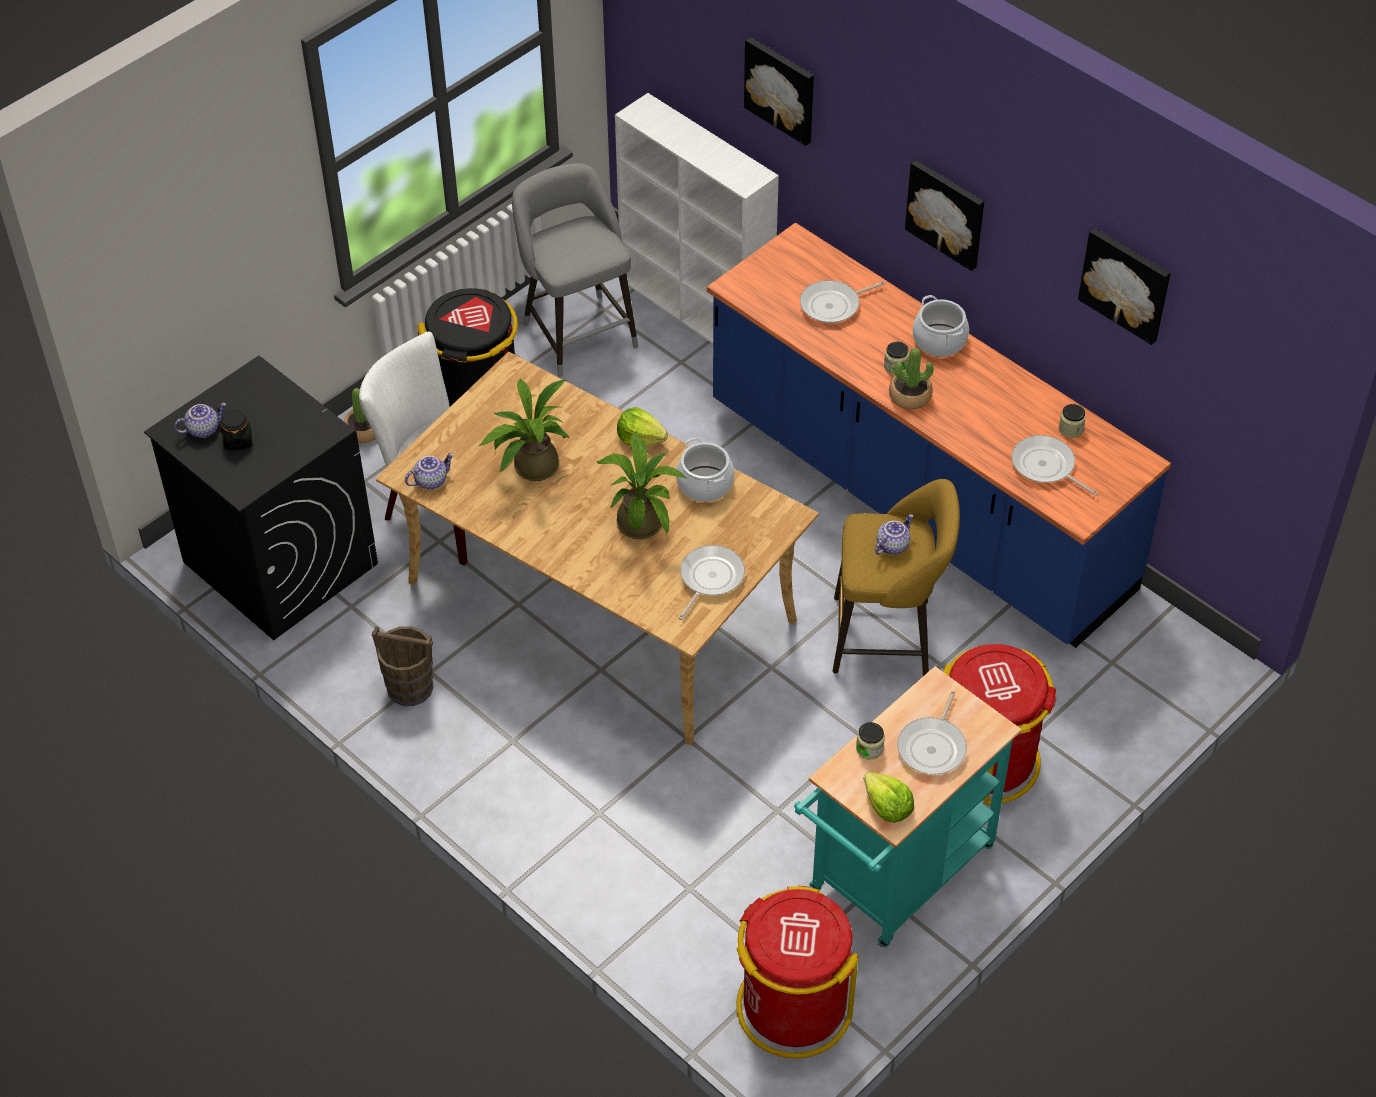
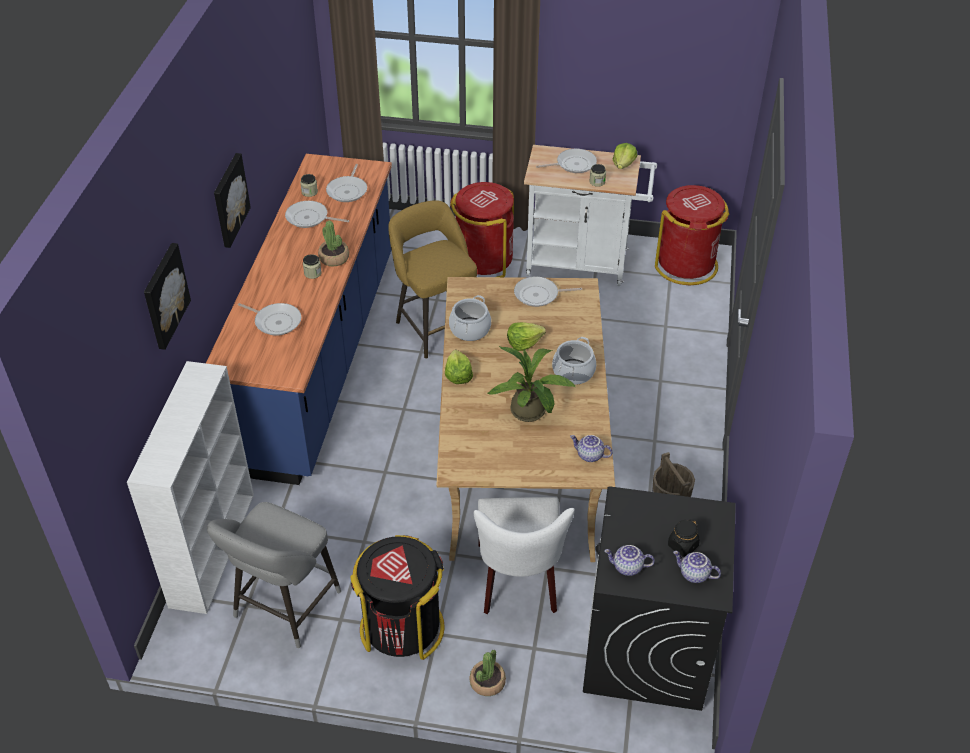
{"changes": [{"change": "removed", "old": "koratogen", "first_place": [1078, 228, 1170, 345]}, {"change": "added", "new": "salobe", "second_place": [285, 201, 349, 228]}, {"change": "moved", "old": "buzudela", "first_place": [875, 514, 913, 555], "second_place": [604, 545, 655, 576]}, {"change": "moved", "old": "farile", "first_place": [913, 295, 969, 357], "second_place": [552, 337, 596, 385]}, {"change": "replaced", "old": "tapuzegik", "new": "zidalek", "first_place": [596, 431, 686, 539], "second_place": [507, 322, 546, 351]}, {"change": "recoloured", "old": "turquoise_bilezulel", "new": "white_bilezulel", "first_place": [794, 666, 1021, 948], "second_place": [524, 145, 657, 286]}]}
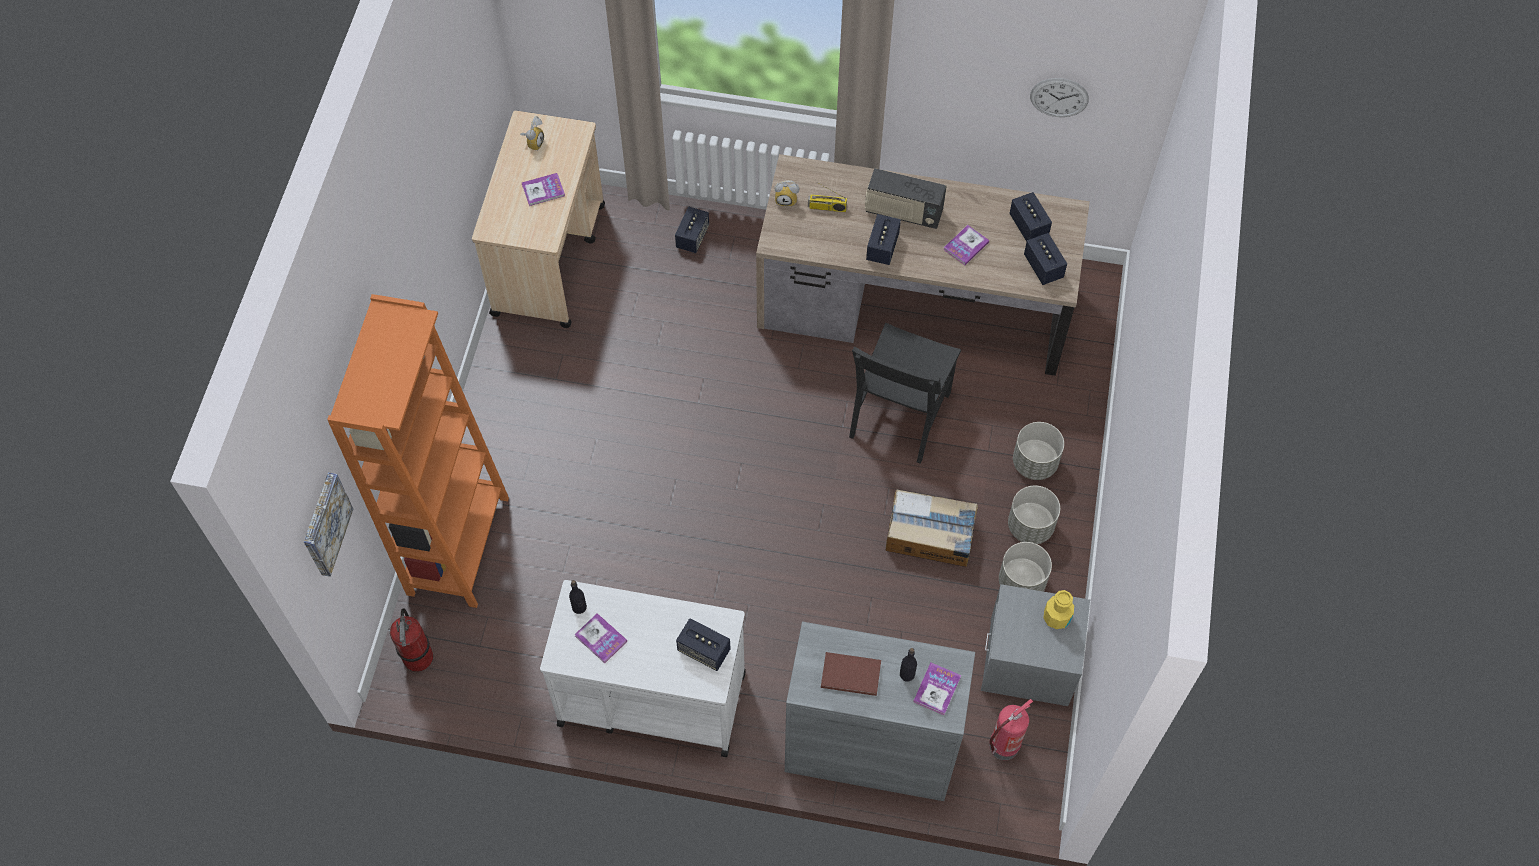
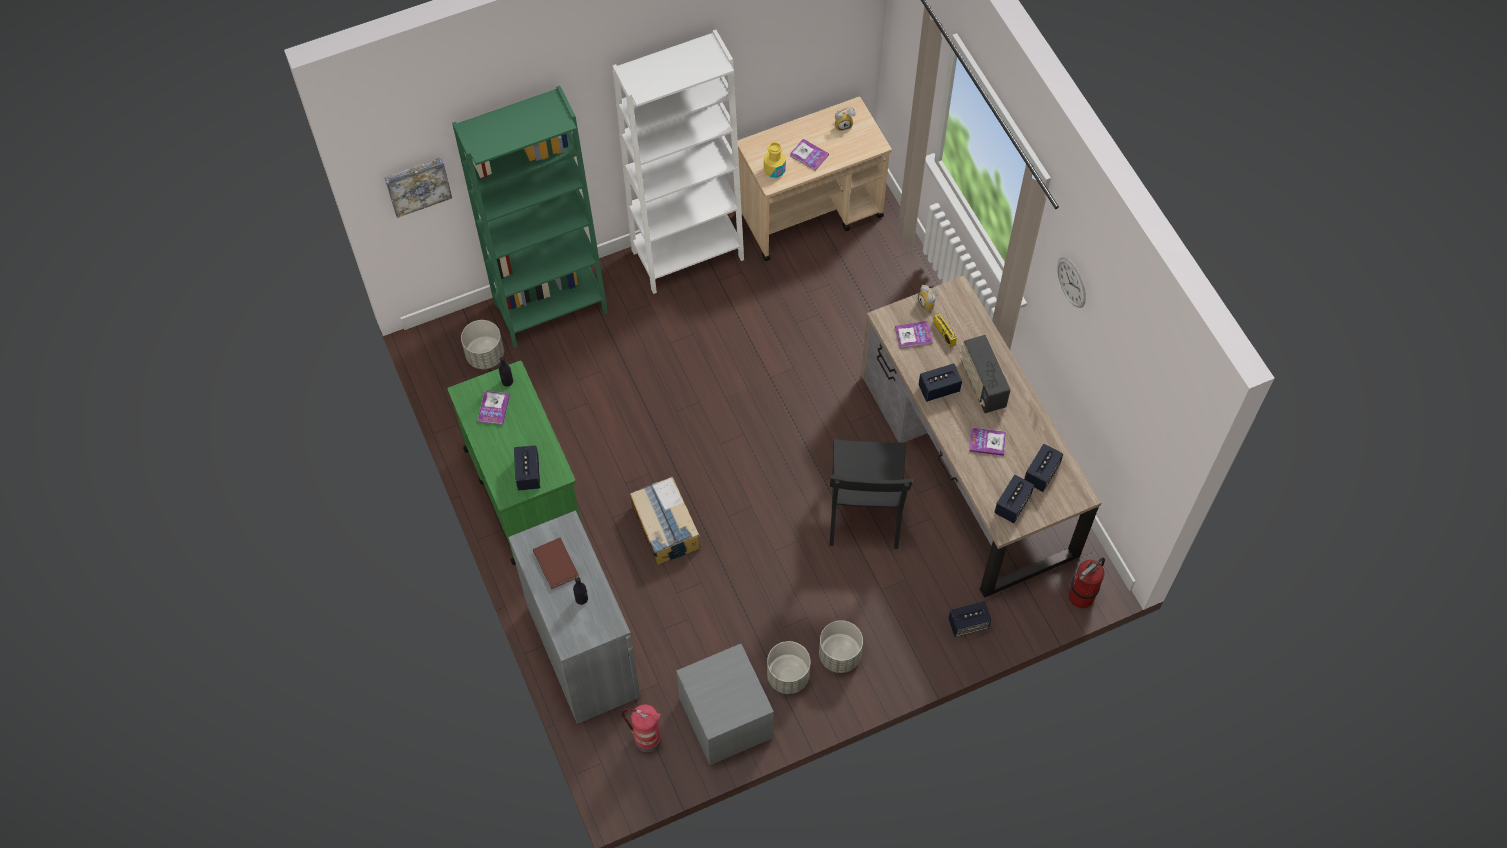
{"changes": [{"change": "added", "new": "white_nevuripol", "second_place": [612, 30, 744, 294]}, {"change": "moved", "old": "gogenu", "first_place": [390, 608, 433, 672], "second_place": [1069, 558, 1105, 608]}, {"change": "moved", "old": "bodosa", "first_place": [675, 207, 709, 253], "second_place": [948, 601, 991, 637]}, {"change": "moved", "old": "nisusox", "first_place": [885, 490, 978, 567], "second_place": [630, 477, 701, 565]}, {"change": "moved", "old": "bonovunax", "first_place": [913, 663, 961, 715], "second_place": [895, 321, 933, 349]}, {"change": "moved", "old": "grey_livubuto", "first_place": [1013, 422, 1064, 480], "second_place": [461, 320, 504, 369]}, {"change": "moved", "old": "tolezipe", "first_place": [1030, 78, 1089, 117], "second_place": [1057, 257, 1086, 308]}, {"change": "moved", "old": "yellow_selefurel", "first_place": [1043, 590, 1074, 629], "second_place": [764, 142, 786, 178]}, {"change": "recoloured", "old": "orange_nevuripol", "new": "green_nevuripol", "first_place": [327, 294, 509, 608], "second_place": [452, 86, 608, 348]}, {"change": "recoloured", "old": "white_bilezulel", "new": "green_bilezulel", "first_place": [540, 580, 746, 757], "second_place": [448, 360, 581, 565]}, {"change": "turned", "old": "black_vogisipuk", "first_place": [849, 322, 961, 464], "second_place": [830, 439, 913, 549], "degrees": -75}]}
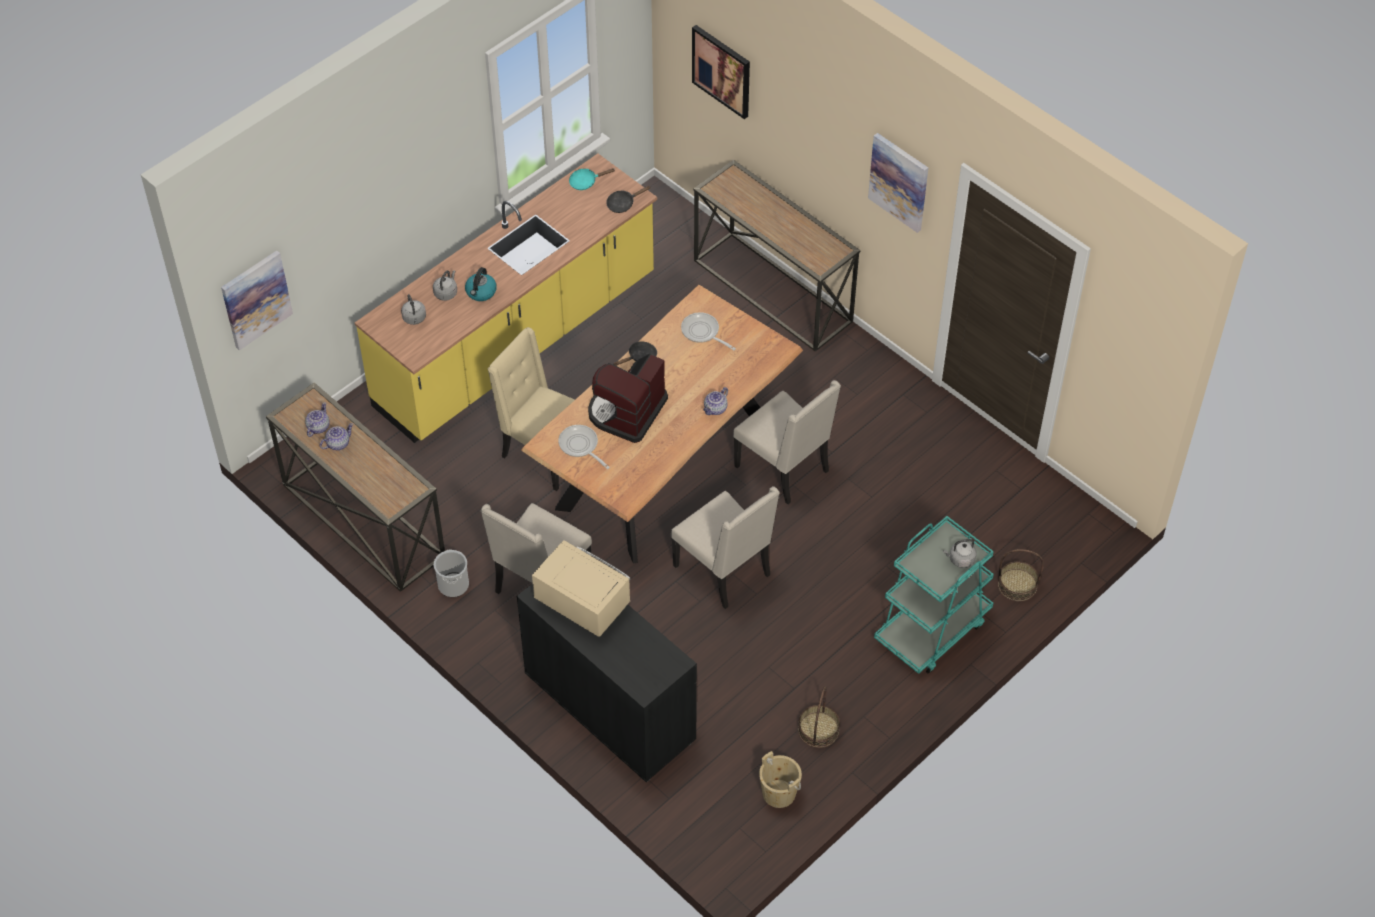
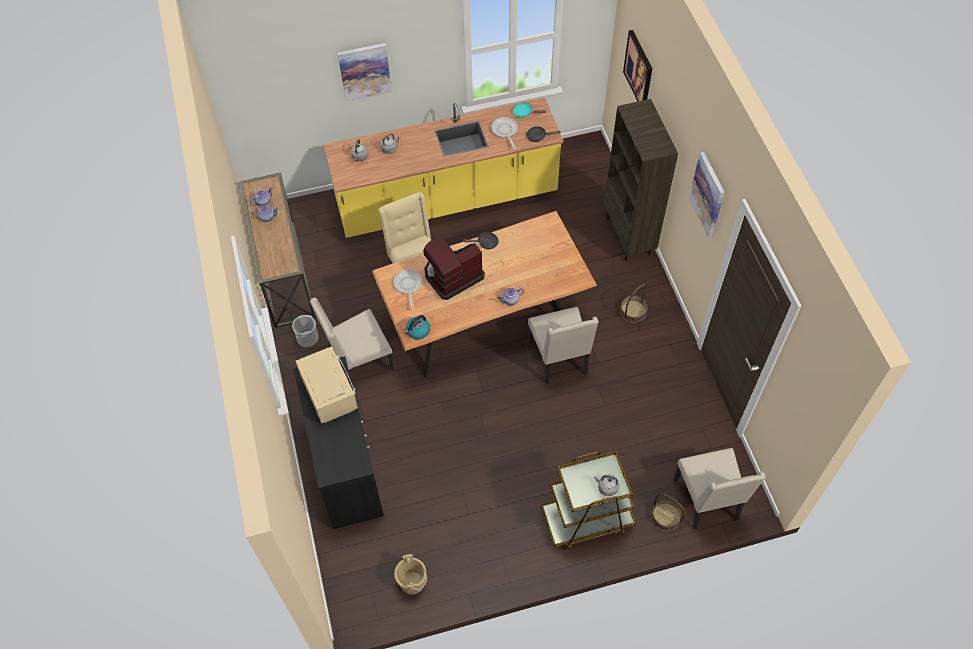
{"changes": [{"change": "moved", "old": "koratogen", "first_place": [221, 250, 293, 350], "second_place": [338, 43, 392, 102]}, {"change": "moved", "old": "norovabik", "first_place": [465, 267, 497, 301], "second_place": [405, 315, 430, 339]}, {"change": "moved", "old": "beige_vogisipuk", "first_place": [671, 486, 779, 609], "second_place": [673, 448, 766, 530]}, {"change": "moved", "old": "salobe", "first_place": [681, 312, 736, 351], "second_place": [491, 117, 518, 149]}, {"change": "moved", "old": "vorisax", "first_place": [798, 686, 840, 748], "second_place": [620, 284, 648, 323]}, {"change": "replaced", "old": "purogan", "new": "brown_nevuripol", "first_place": [693, 160, 860, 352], "second_place": [604, 99, 678, 261]}, {"change": "recoloured", "old": "turquoise_bilezulel", "new": "brown_bilezulel", "first_place": [874, 516, 994, 674], "second_place": [541, 451, 636, 550]}]}
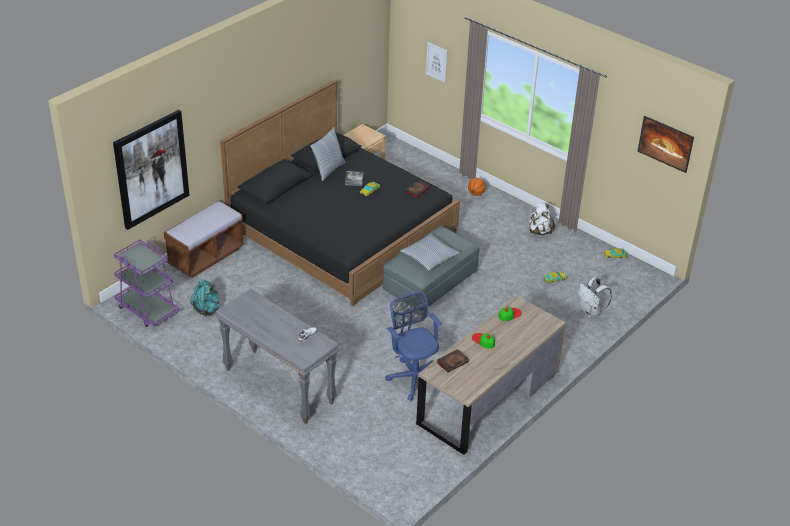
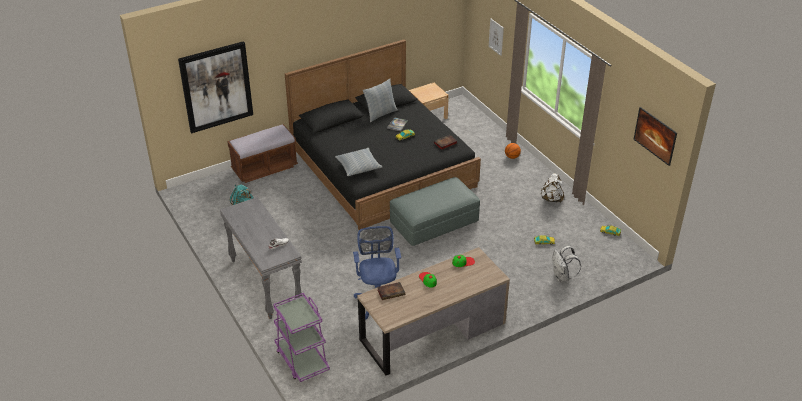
{"changes": [{"change": "moved", "old": "purple_bilezulel", "first_place": [114, 239, 180, 327], "second_place": [273, 293, 330, 382]}, {"change": "moved", "old": "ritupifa", "first_place": [400, 234, 460, 271], "second_place": [335, 148, 382, 176]}]}
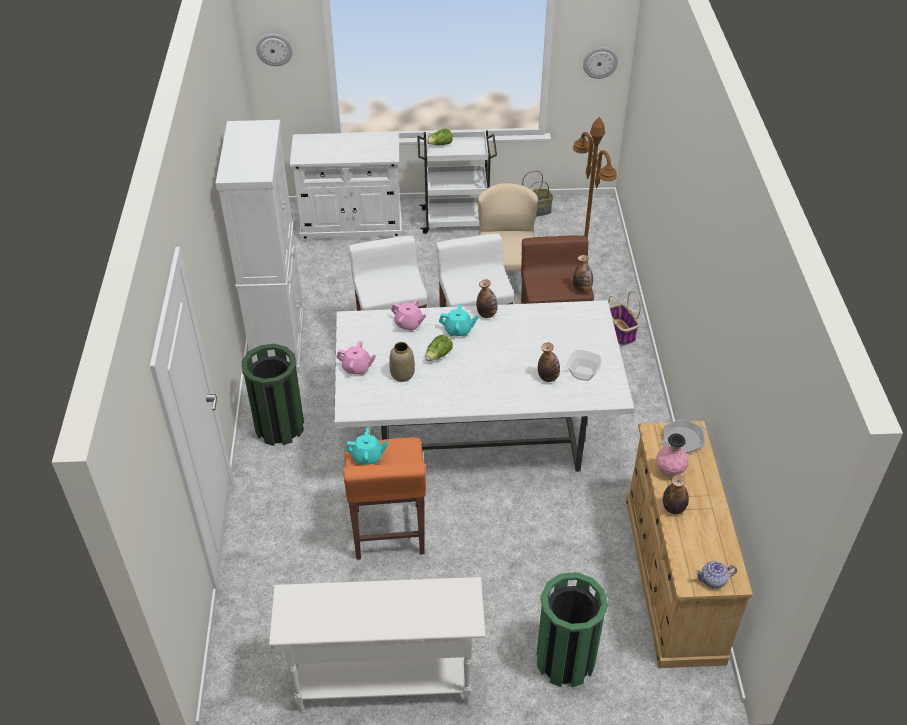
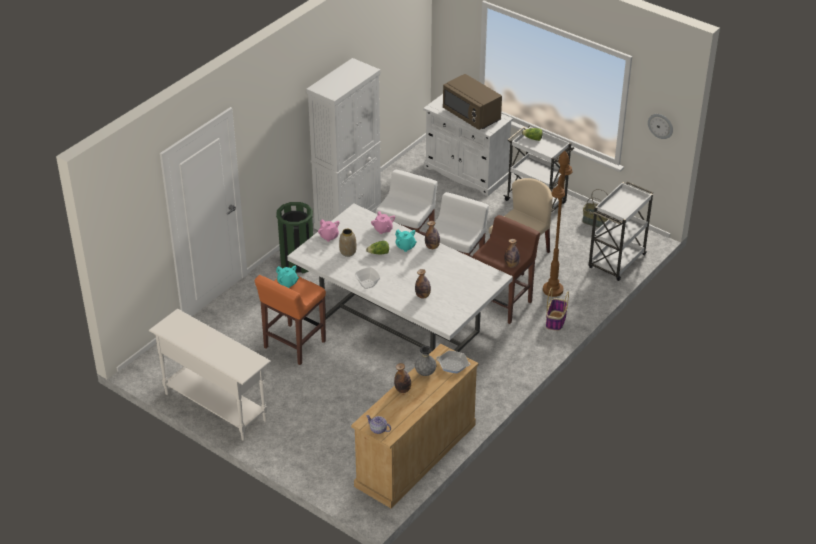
{"changes": [{"change": "removed", "old": "tolezipe", "first_place": [256, 34, 293, 66]}, {"change": "removed", "old": "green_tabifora", "first_place": [536, 572, 608, 688]}, {"change": "added", "new": "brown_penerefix", "second_place": [443, 74, 502, 130]}, {"change": "added", "new": "white_bilezulel", "second_place": [589, 182, 653, 281]}, {"change": "moved", "old": "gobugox", "first_place": [567, 350, 602, 381], "second_place": [355, 267, 380, 289]}, {"change": "recoloured", "old": "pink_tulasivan", "new": "grey_tulasivan", "first_place": [656, 433, 689, 476], "second_place": [415, 346, 436, 376]}]}
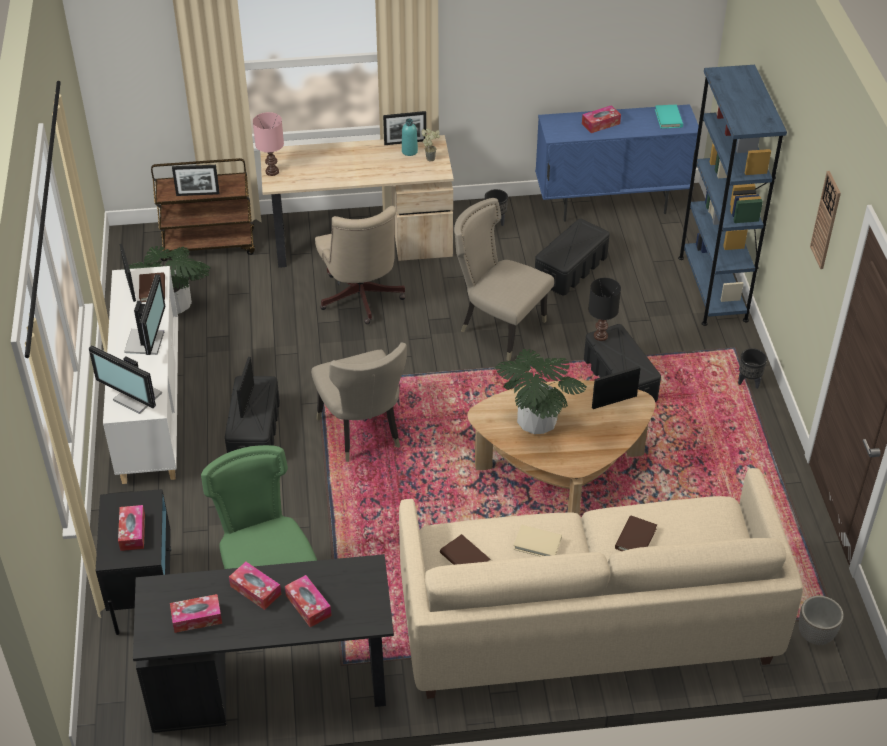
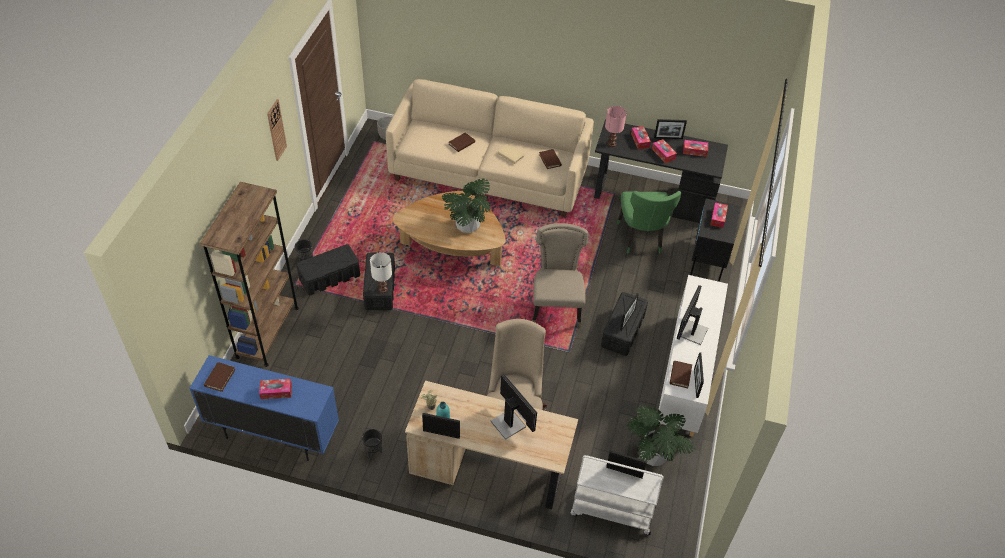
{"changes": [{"change": "removed", "old": "beige_vogisipuk", "first_place": [454, 198, 554, 361]}, {"change": "moved", "old": "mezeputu", "first_place": [89, 345, 162, 414], "second_place": [490, 374, 537, 440]}, {"change": "moved", "old": "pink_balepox", "first_place": [253, 112, 284, 176], "second_place": [605, 106, 627, 147]}, {"change": "moved", "old": "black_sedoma", "first_place": [535, 219, 610, 296], "second_place": [296, 244, 360, 295]}, {"change": "moved", "old": "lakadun", "first_place": [592, 366, 641, 409], "second_place": [654, 119, 687, 139]}, {"change": "recoloured", "old": "brown_bilezulel", "new": "white_bilezulel", "first_place": [151, 158, 255, 261], "second_place": [571, 455, 664, 535]}, {"change": "recoloured", "old": "black_balepox", "new": "white_balepox", "first_place": [588, 278, 621, 341], "second_place": [370, 252, 392, 293]}, {"change": "recoloured", "old": "turquoise_bonovunax", "new": "brown_bonovunax", "first_place": [655, 105, 683, 129], "second_place": [204, 362, 236, 392]}, {"change": "recoloured", "old": "blue_nevuripol", "new": "brown_nevuripol", "first_place": [678, 65, 787, 326], "second_place": [200, 182, 299, 367]}]}
